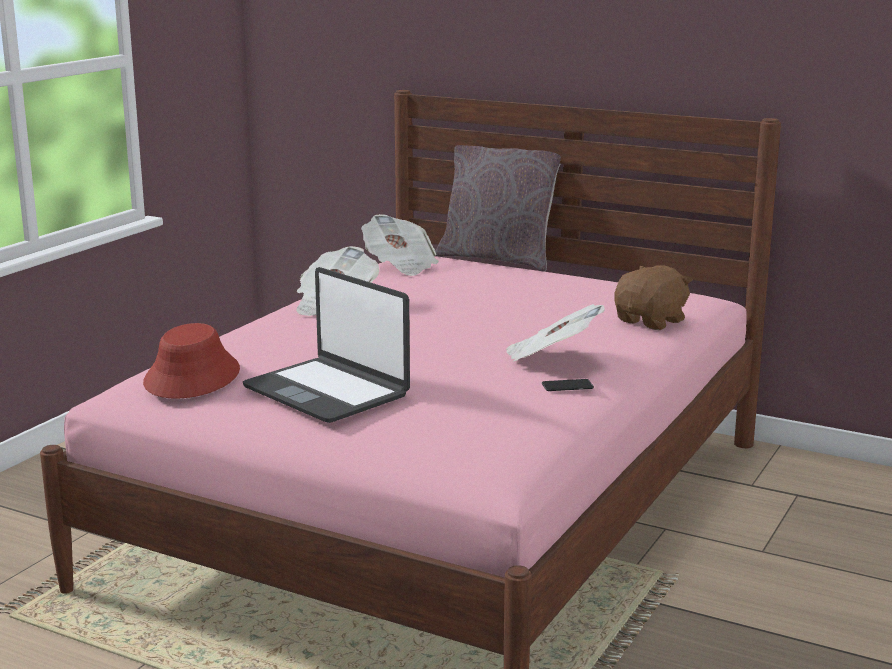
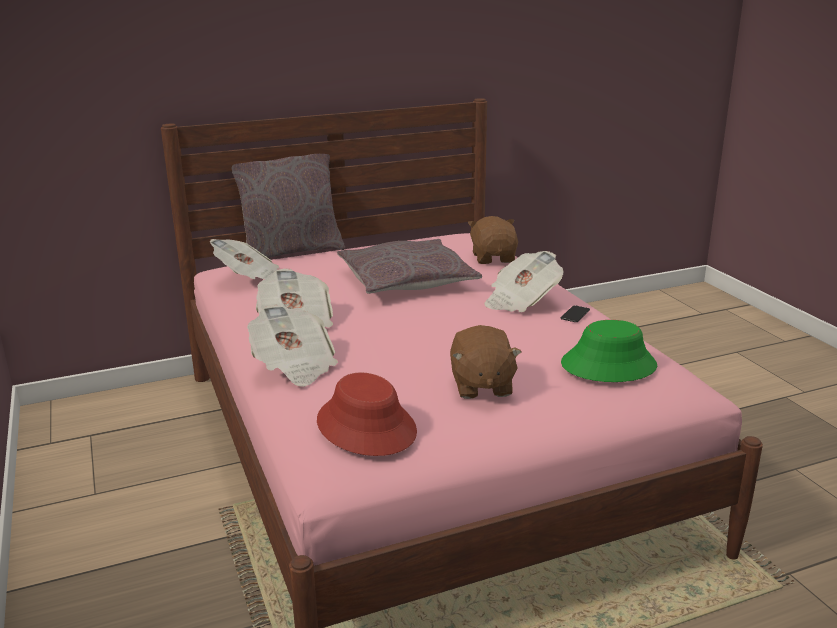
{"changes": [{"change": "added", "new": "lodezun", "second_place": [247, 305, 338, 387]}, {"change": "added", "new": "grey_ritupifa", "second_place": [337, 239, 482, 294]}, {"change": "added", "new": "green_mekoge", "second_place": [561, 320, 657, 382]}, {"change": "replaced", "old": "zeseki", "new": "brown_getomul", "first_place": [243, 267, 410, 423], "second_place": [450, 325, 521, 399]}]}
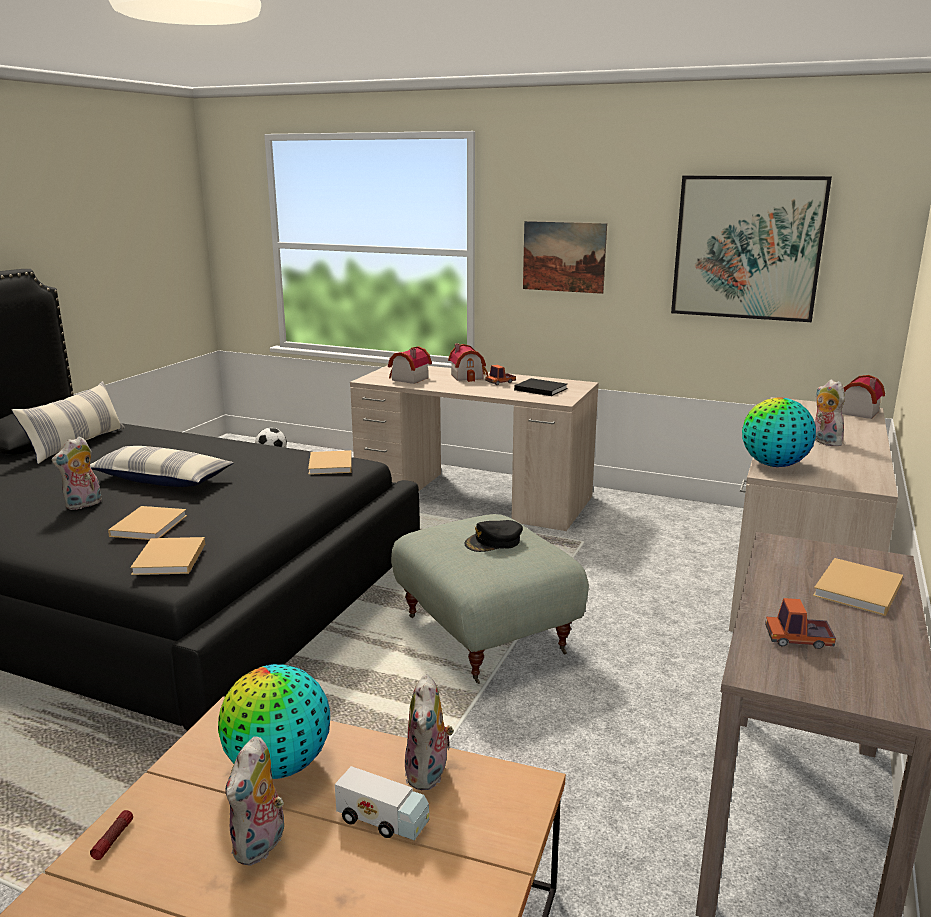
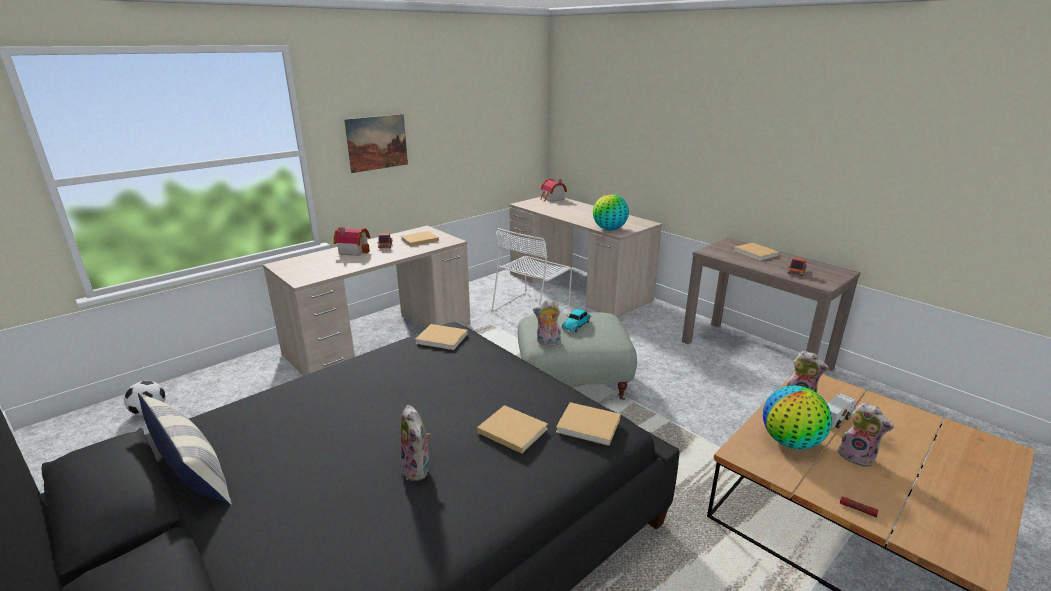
{"changes": [{"change": "removed", "old": "ritupifa", "first_place": [90, 446, 233, 487]}, {"change": "removed", "old": "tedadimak", "first_place": [388, 346, 432, 384]}, {"change": "removed", "old": "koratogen", "first_place": [671, 176, 832, 322]}, {"change": "added", "new": "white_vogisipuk", "second_place": [492, 228, 572, 311]}, {"change": "moved", "old": "getomul", "first_place": [815, 380, 845, 446], "second_place": [533, 300, 561, 346]}, {"change": "replaced", "old": "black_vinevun", "new": "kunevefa", "first_place": [464, 520, 523, 552], "second_place": [562, 309, 592, 332]}, {"change": "recoloured", "old": "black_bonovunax", "new": "beige_bonovunax", "first_place": [514, 378, 567, 396], "second_place": [401, 231, 439, 246]}]}
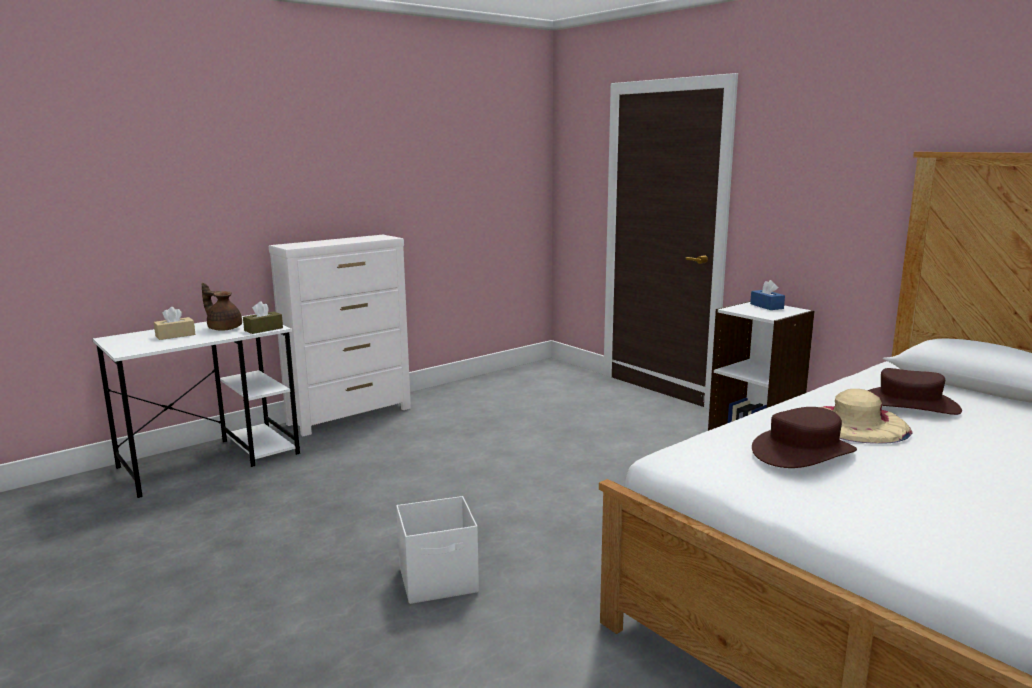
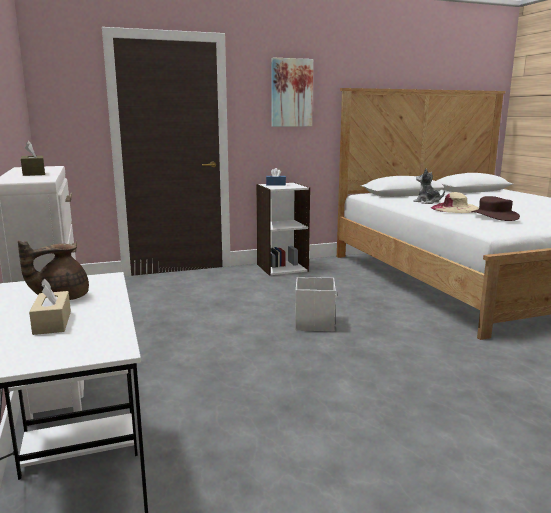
{"changes": [{"change": "added", "new": "koratogen", "second_place": [271, 58, 313, 127]}, {"change": "moved", "old": "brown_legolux", "first_place": [243, 301, 283, 334], "second_place": [21, 141, 45, 176]}, {"change": "moved", "old": "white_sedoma", "first_place": [396, 496, 479, 604], "second_place": [295, 277, 337, 331]}, {"change": "replaced", "old": "brown_mekoge", "new": "getomul", "first_place": [867, 368, 962, 415], "second_place": [413, 169, 445, 204]}]}
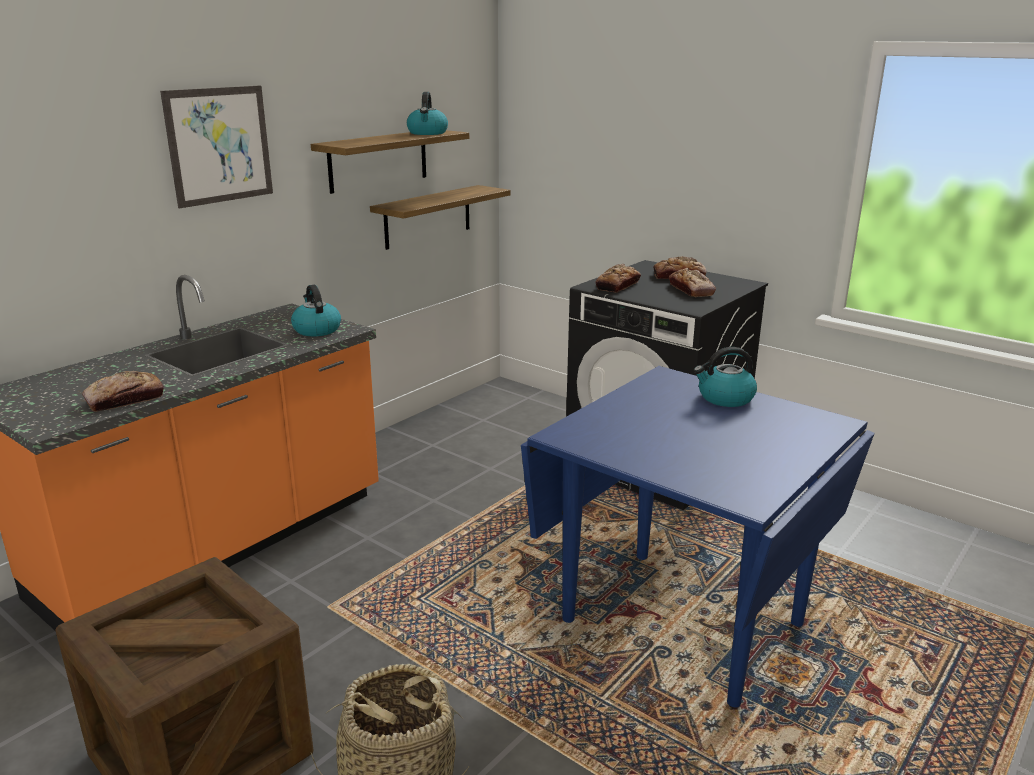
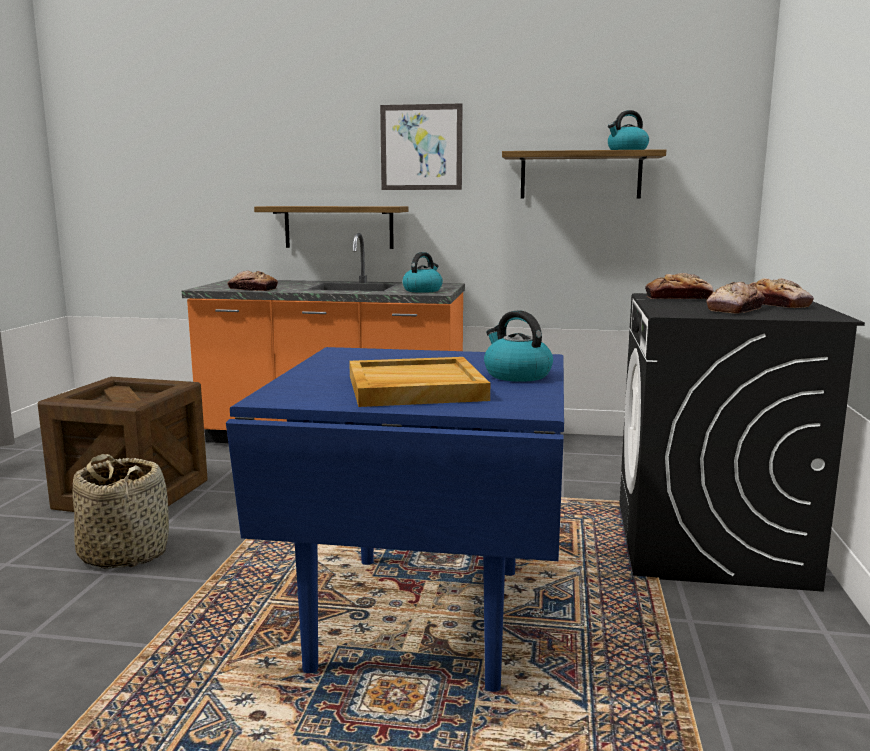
{"changes": [{"change": "added", "new": "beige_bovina", "second_place": [349, 357, 490, 407]}, {"change": "moved", "old": "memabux", "first_place": [370, 185, 511, 250], "second_place": [254, 206, 408, 249]}]}
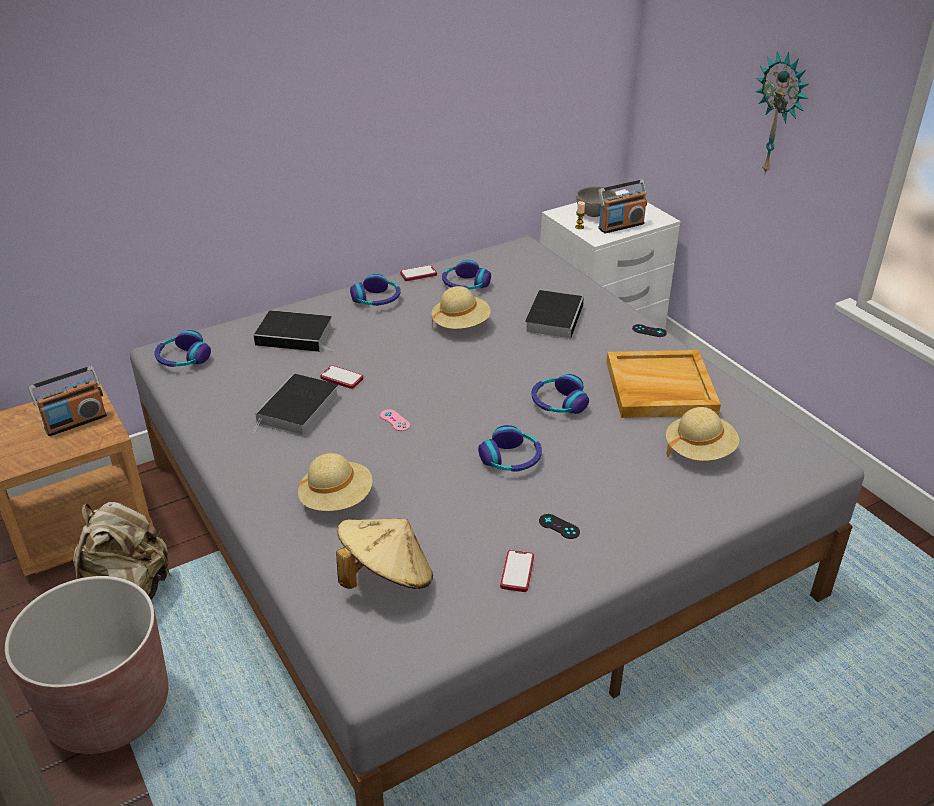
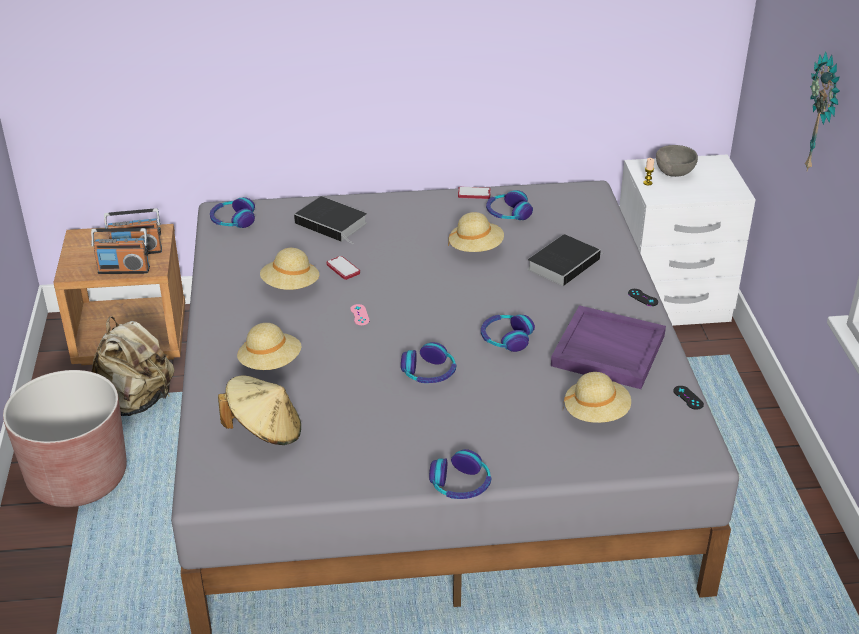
{"changes": [{"change": "removed", "old": "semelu", "first_place": [500, 550, 534, 592]}, {"change": "moved", "old": "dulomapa", "first_place": [350, 274, 401, 306], "second_place": [429, 449, 491, 499]}, {"change": "moved", "old": "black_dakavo", "first_place": [539, 514, 580, 539], "second_place": [673, 386, 704, 410]}, {"change": "moved", "old": "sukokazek", "first_place": [598, 180, 647, 233], "second_place": [91, 228, 150, 274]}, {"change": "replaced", "old": "bonovunax", "new": "beige_mekoge", "first_place": [253, 373, 339, 436], "second_place": [260, 248, 319, 290]}, {"change": "recoloured", "old": "beige_bovina", "new": "purple_bovina", "first_place": [606, 350, 721, 418], "second_place": [551, 305, 666, 389]}]}
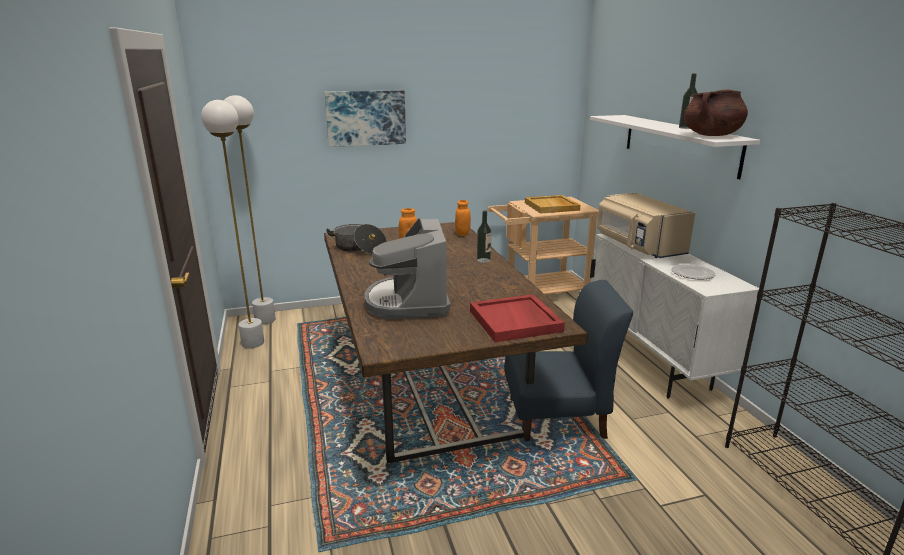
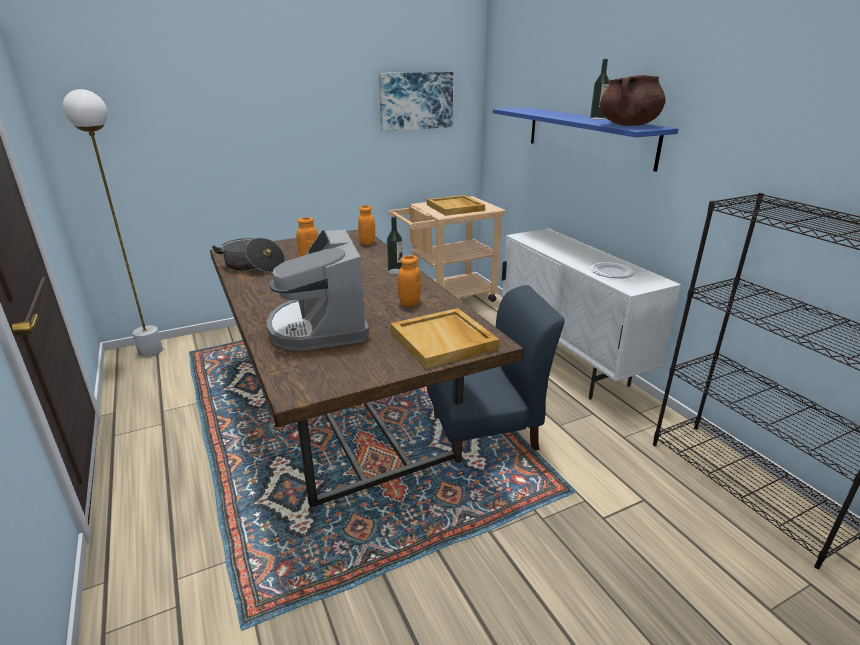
{"changes": [{"change": "removed", "old": "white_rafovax", "first_place": [201, 100, 264, 348]}, {"change": "removed", "old": "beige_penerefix", "first_place": [597, 193, 695, 258]}, {"change": "added", "new": "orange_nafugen", "second_place": [397, 255, 421, 307]}, {"change": "moved", "old": "koratogen", "first_place": [324, 90, 406, 147], "second_place": [379, 72, 453, 131]}, {"change": "recoloured", "old": "red_bovina", "new": "beige_bovina", "first_place": [470, 294, 565, 342], "second_place": [391, 308, 499, 369]}, {"change": "recoloured", "old": "white_memabux", "new": "blue_memabux", "first_place": [590, 115, 760, 179], "second_place": [493, 107, 678, 172]}]}
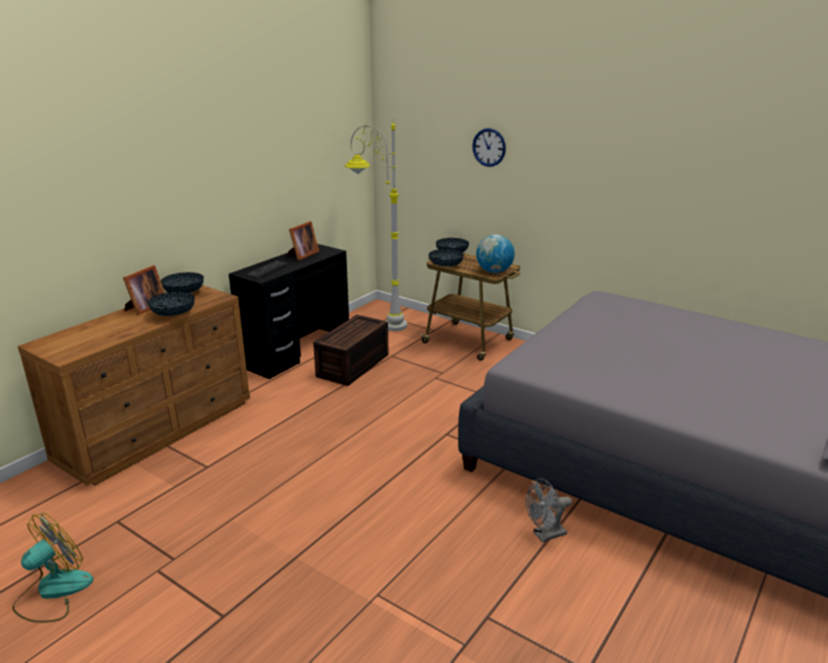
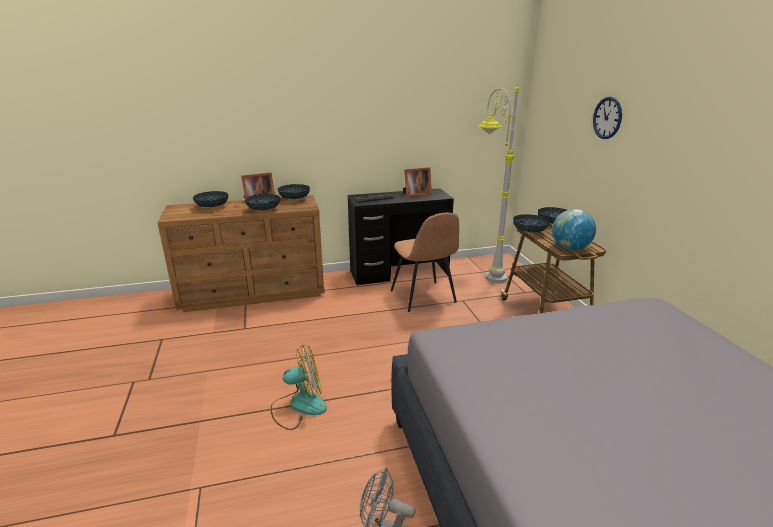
{"changes": [{"change": "added", "new": "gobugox", "second_place": [193, 191, 228, 207]}, {"change": "moved", "old": "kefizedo", "first_place": [12, 513, 93, 623], "second_place": [270, 345, 327, 430]}, {"change": "replaced", "old": "brown_sedoma", "new": "brown_vogisipuk", "first_place": [313, 315, 389, 386], "second_place": [391, 213, 459, 312]}]}
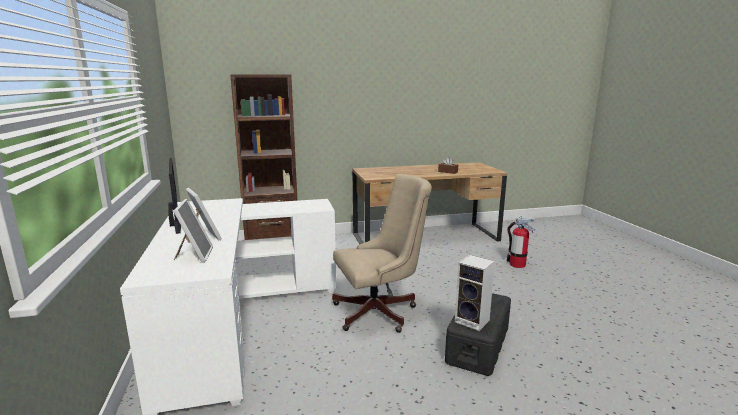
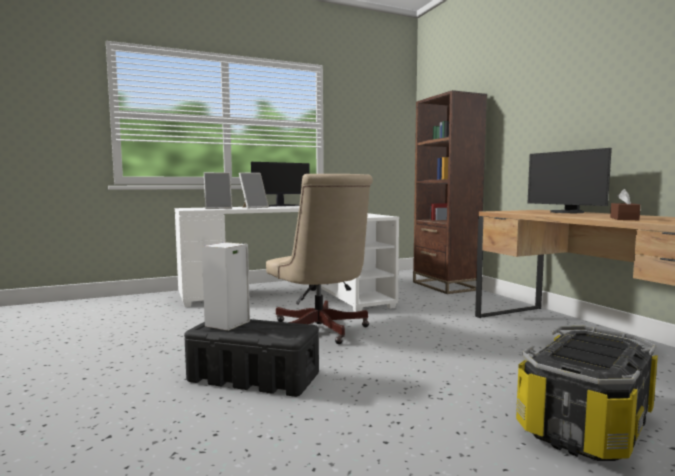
{"changes": [{"change": "added", "new": "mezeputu", "second_place": [528, 148, 612, 213]}, {"change": "replaced", "old": "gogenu", "new": "sedoma", "first_place": [507, 216, 535, 268], "second_place": [516, 326, 658, 461]}]}
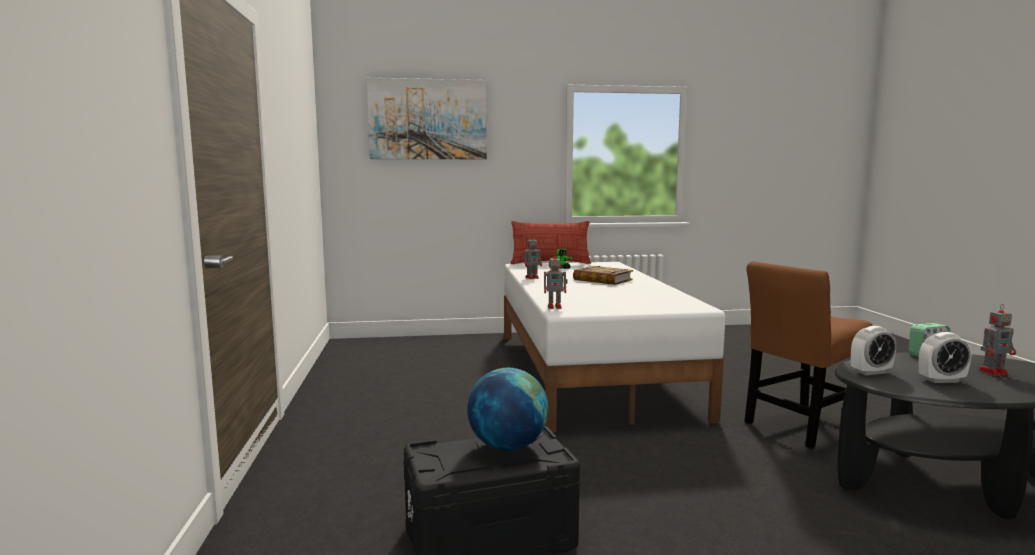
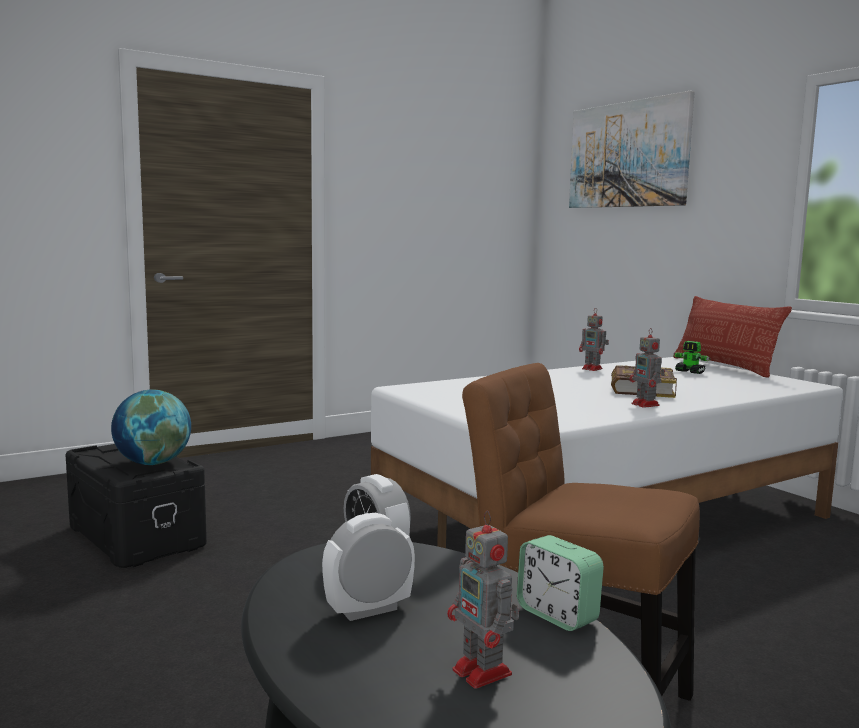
{"changes": [{"change": "moved", "old": "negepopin", "first_place": [544, 252, 568, 309], "second_place": [630, 328, 665, 408]}, {"change": "turned", "old": "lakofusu", "first_place": [918, 332, 971, 383], "second_place": [322, 513, 415, 621], "degrees": 90}]}
